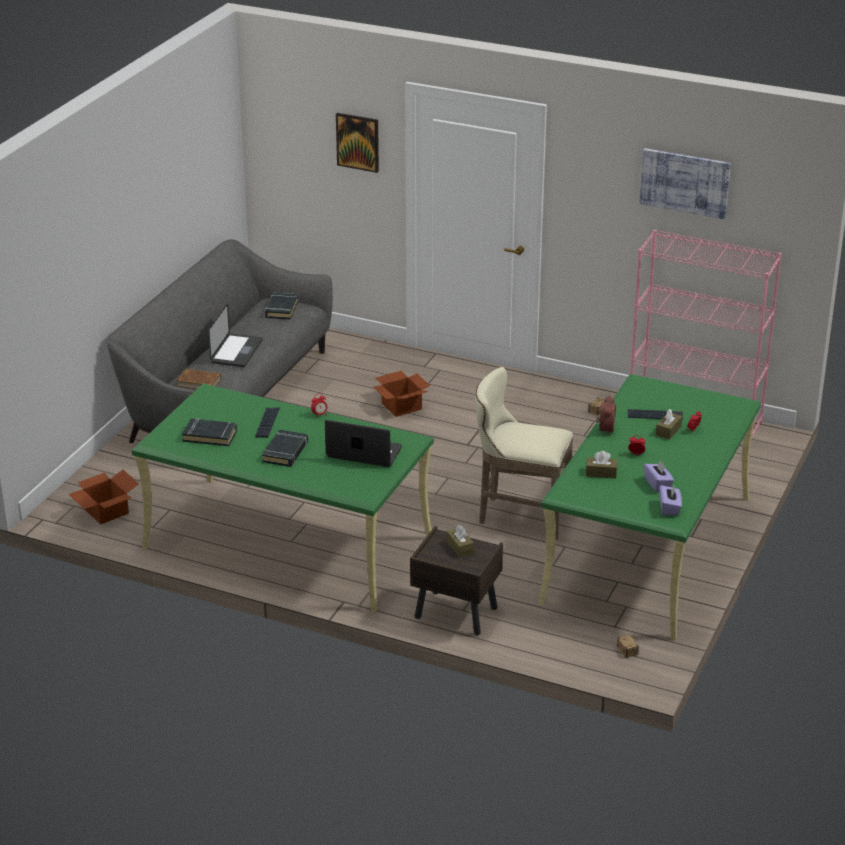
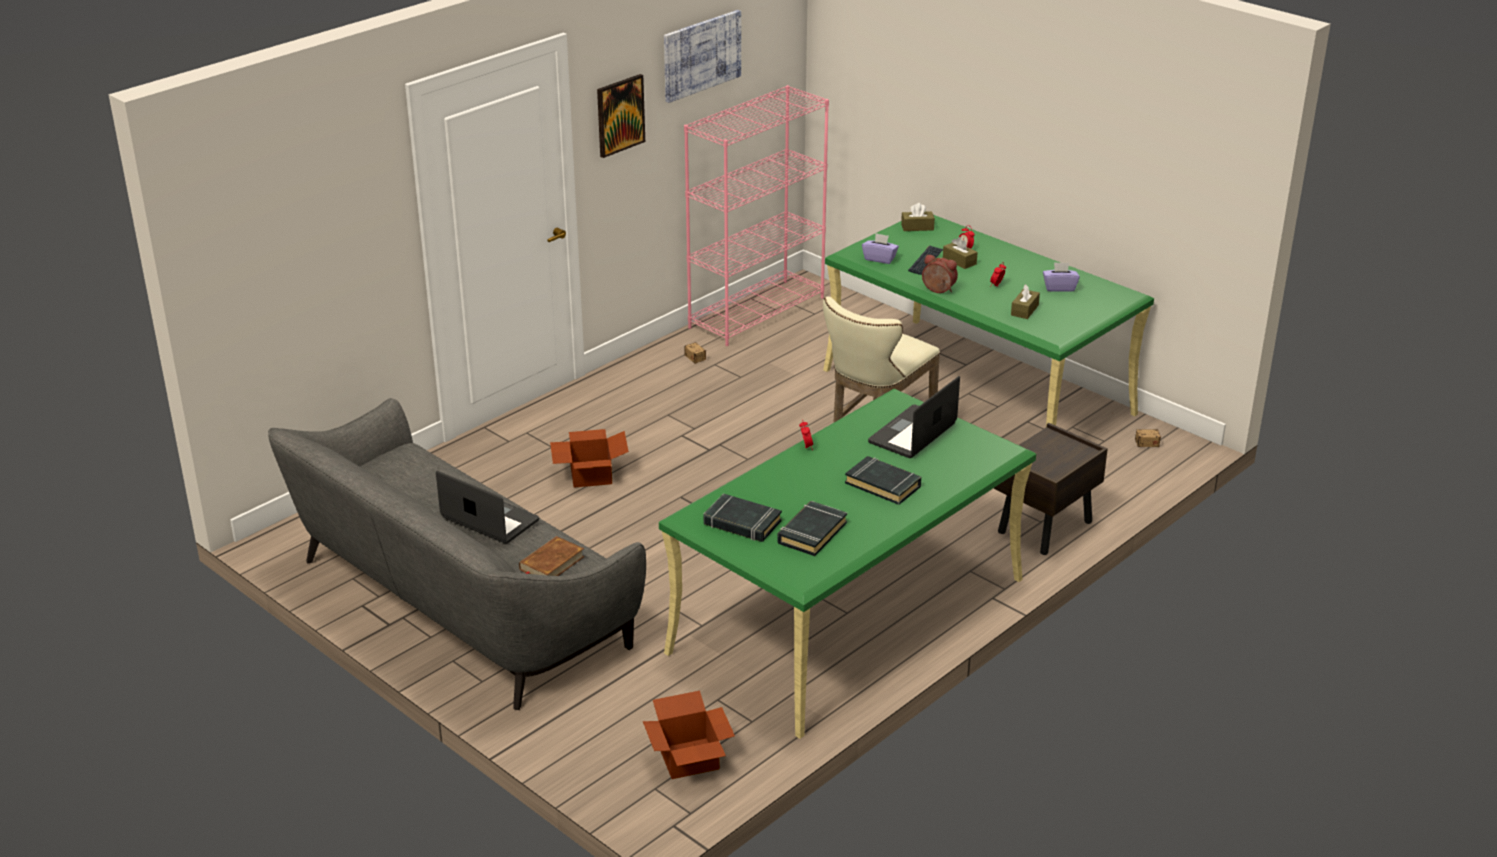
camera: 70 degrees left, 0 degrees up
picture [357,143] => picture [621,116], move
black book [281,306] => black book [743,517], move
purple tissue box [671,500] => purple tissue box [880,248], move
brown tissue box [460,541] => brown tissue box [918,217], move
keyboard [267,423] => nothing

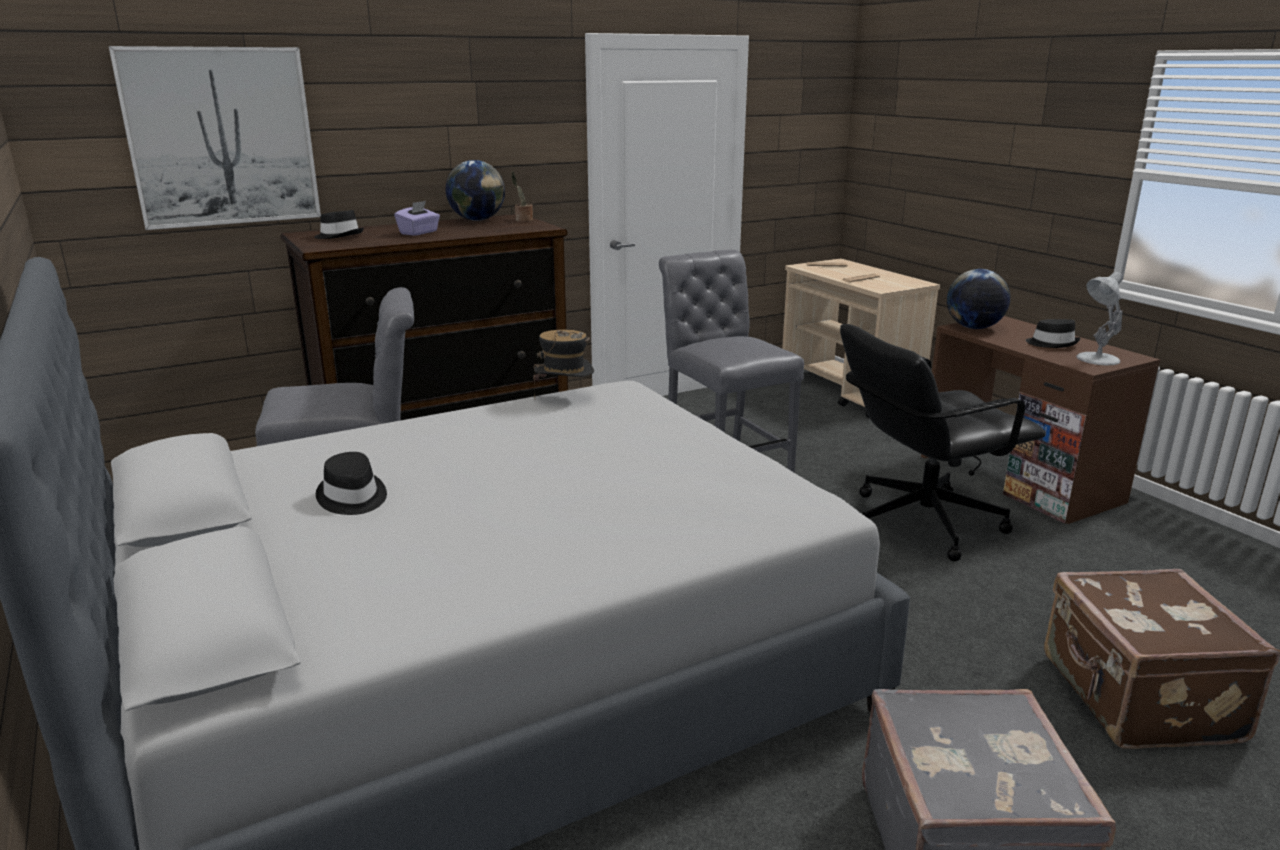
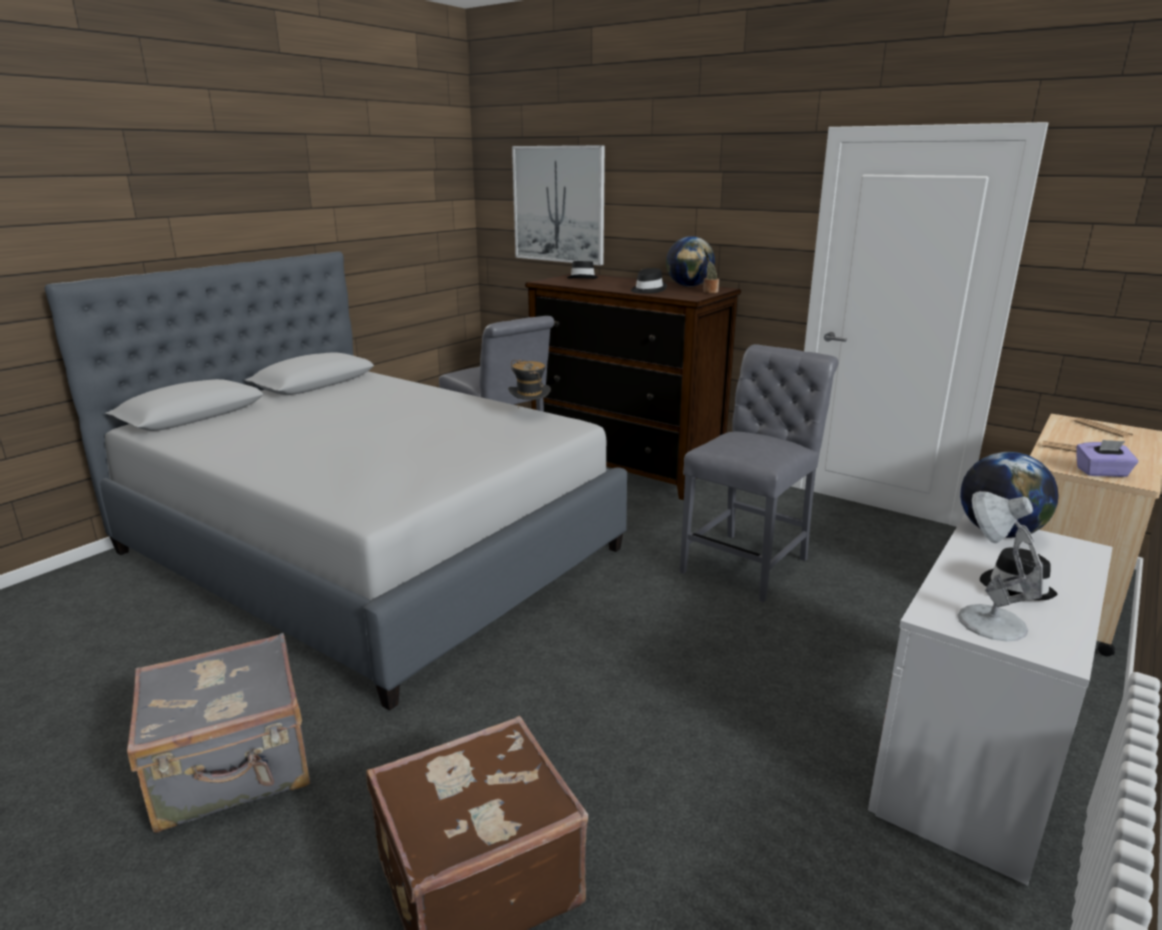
camera: 65 degrees right, 0 degrees up
black hat [351,483] => black hat [649,281], move
brown desk [1040,420] => white desk [990,699]
purple tissue box [417,218] => purple tissue box [1107,458], move
black office chair [943,443] => nothing

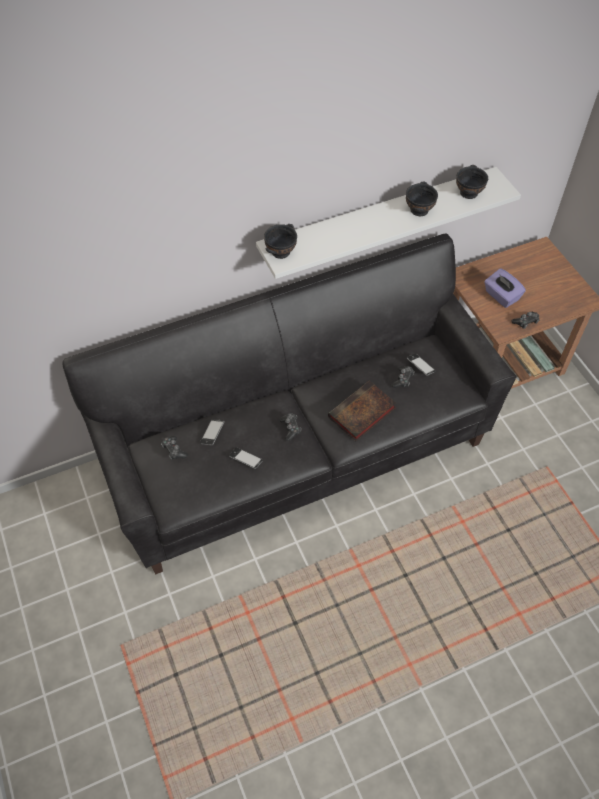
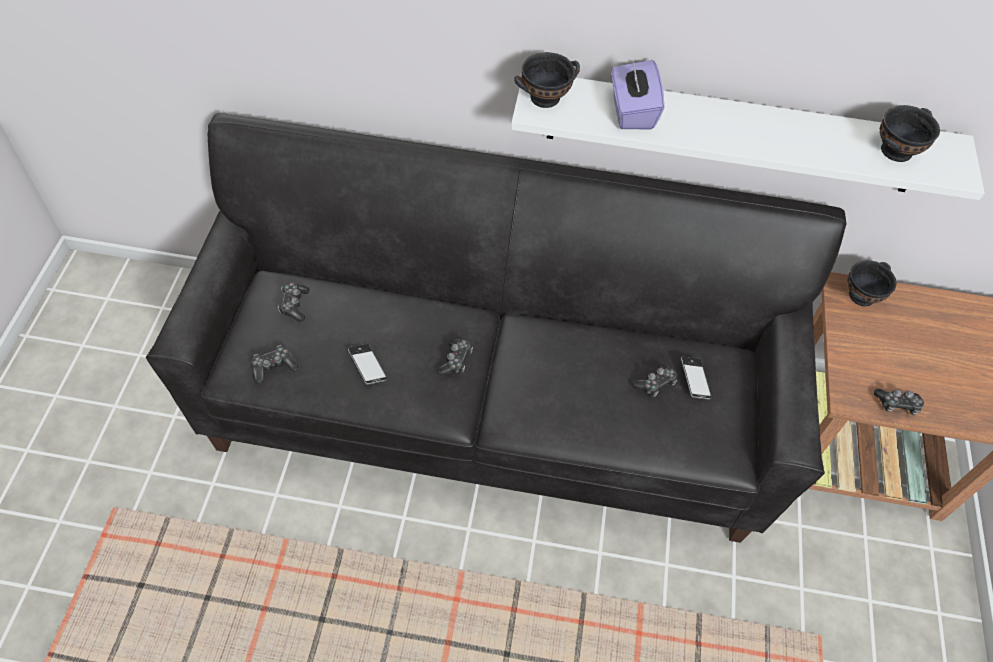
camera: 30 degrees right, 0 degrees up
nothing => game controller [274,364]
purple tissue box [505,288] => purple tissue box [638,94], move
black bowl [422,199] => black bowl [871,283], move
phone [212,432] => nothing
book [362,411] => nothing

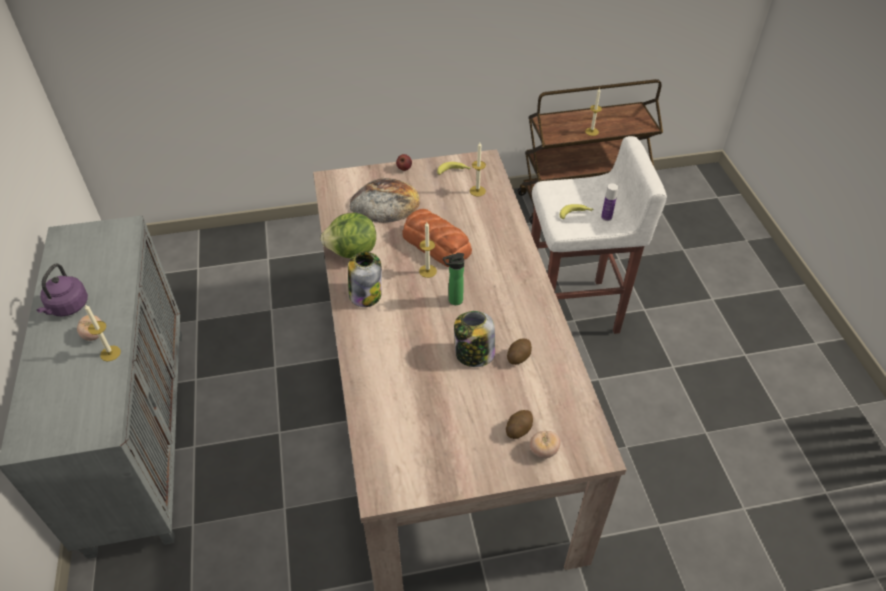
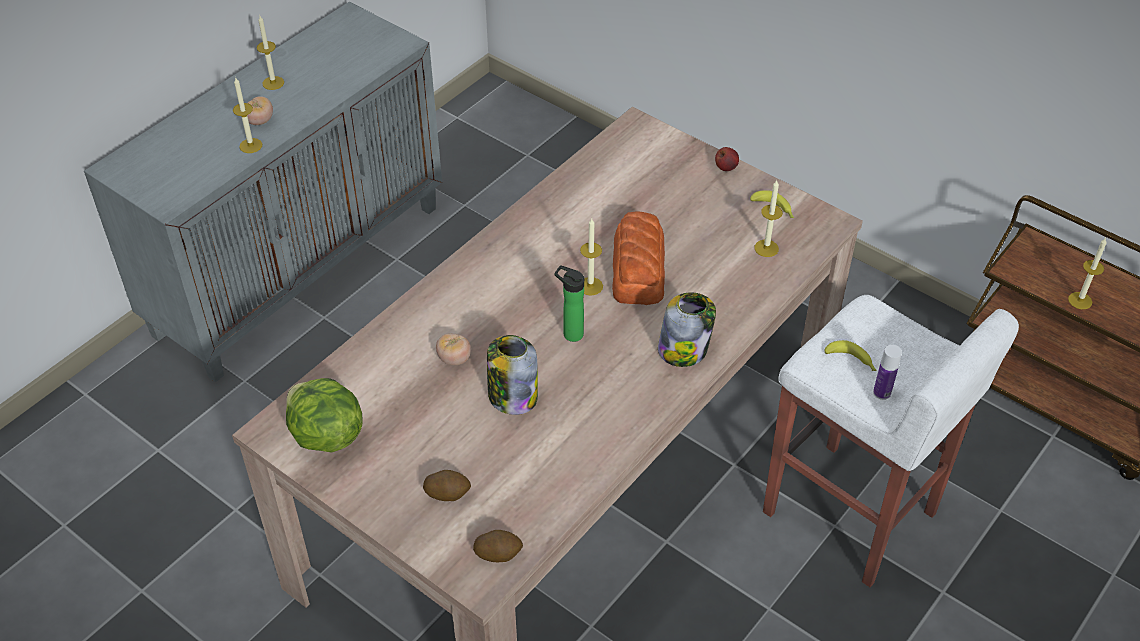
camera: 50 degrees right, 0 degrees up
purple kettle [62,289] => candle [270,53]
lettuce [348,235] => lettuce [324,415], move
tomato [545,444] => tomato [453,349], move
potato [519,351] => potato [498,546], move
jar [365,279] => jar [687,329], move
bread [384,200] => nothing

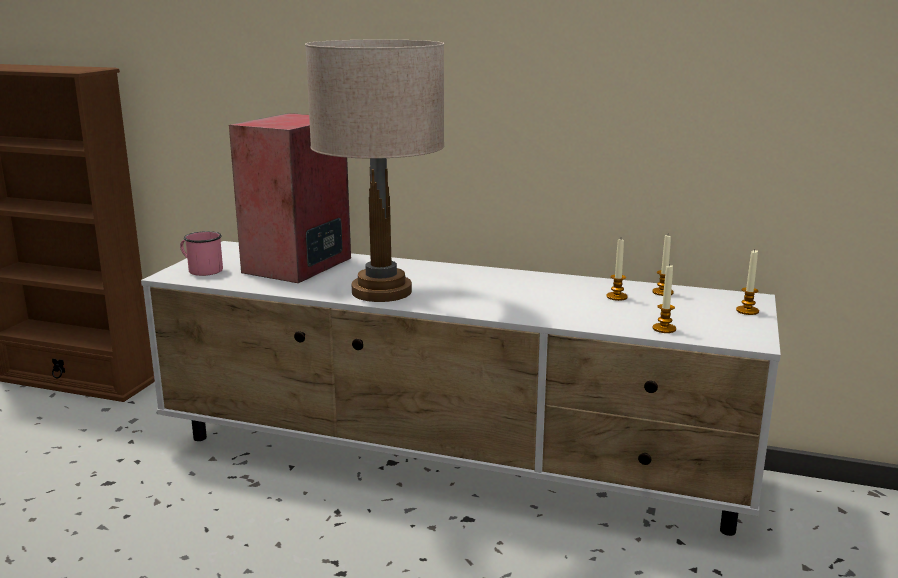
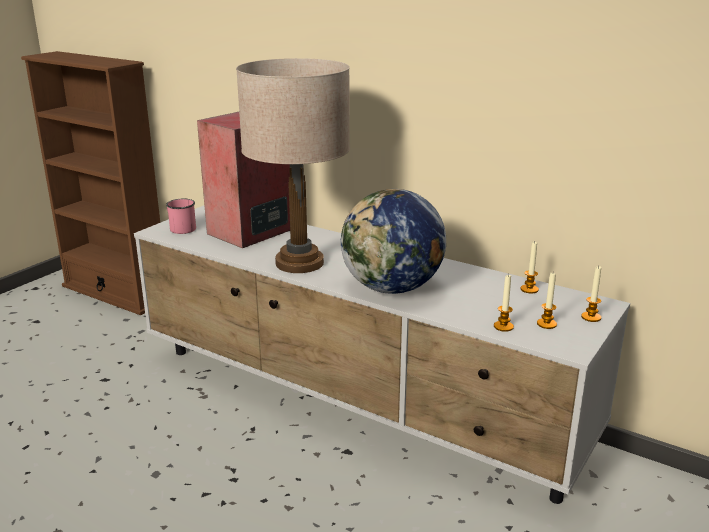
camera: 15 degrees right, 5 degrees up
nothing => globe [393,241]
candle [617,270] => candle [547,301], move

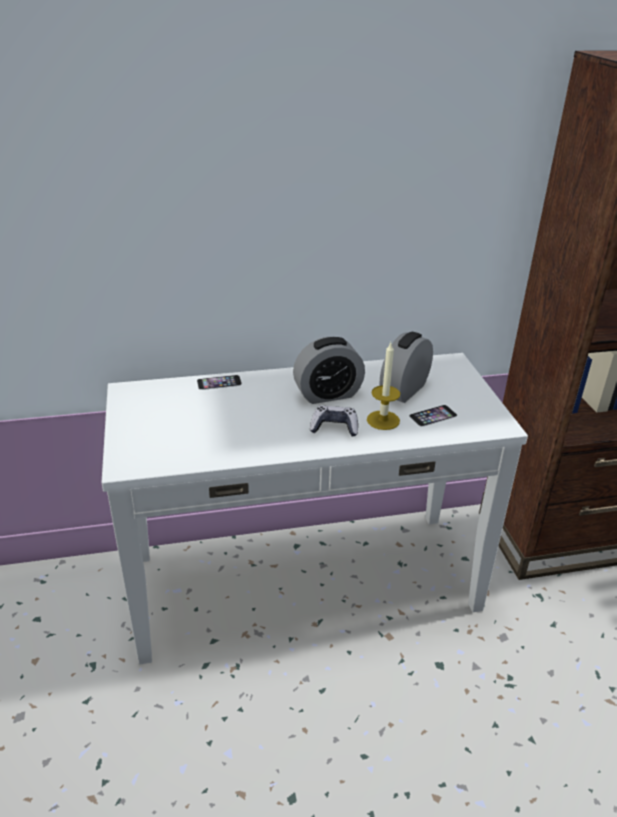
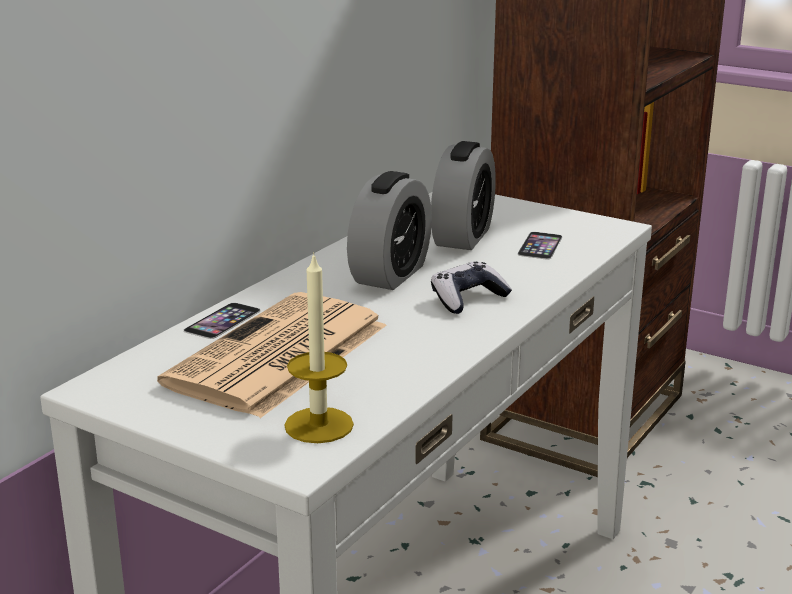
camera: 45 degrees left, 10 degrees down
nothing => newspaper [272,355]
candle [383,386] => candle [319,347], move
alarm clock [406,367] => alarm clock [463,195], 150 degrees counterclockwise

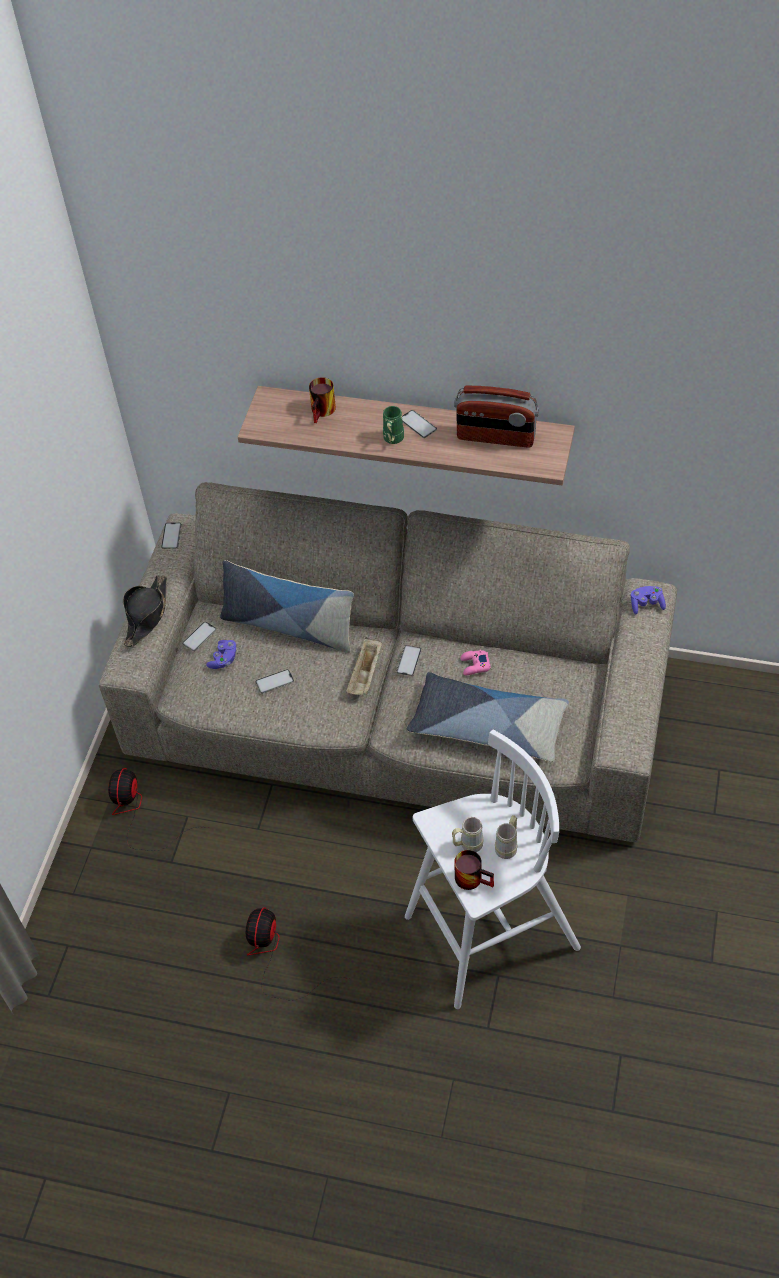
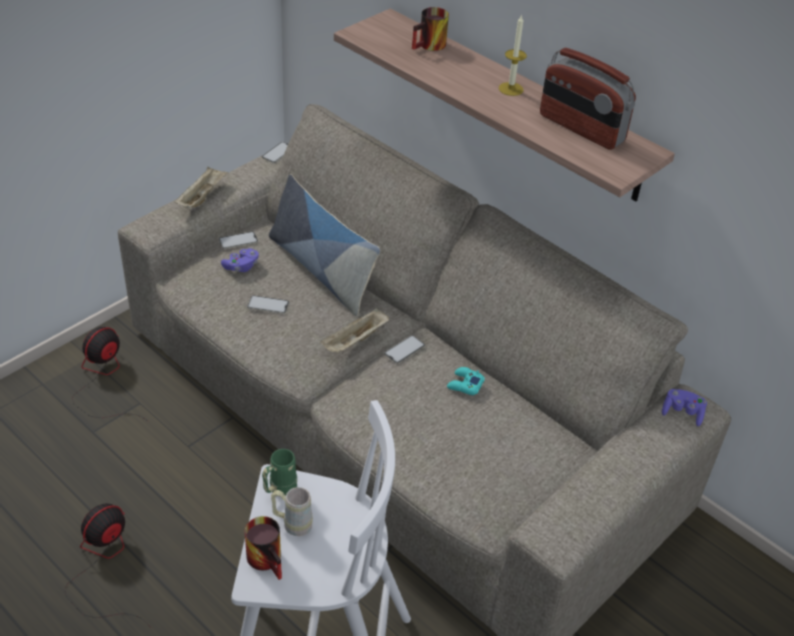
camera: 25 degrees right, 10 degrees down
black hat [145,611] => beige tray [201,187]
green mug [393,425] => green mug [279,472], move
pink game controller [475,662] => turquoise game controller [466,381]
phone [419,424] => candle [513,55]
pillow [488,717] => nothing
beige mug [506,837] => nothing

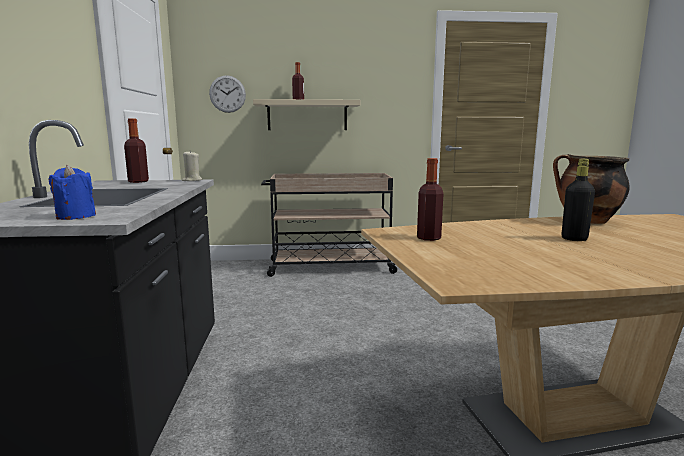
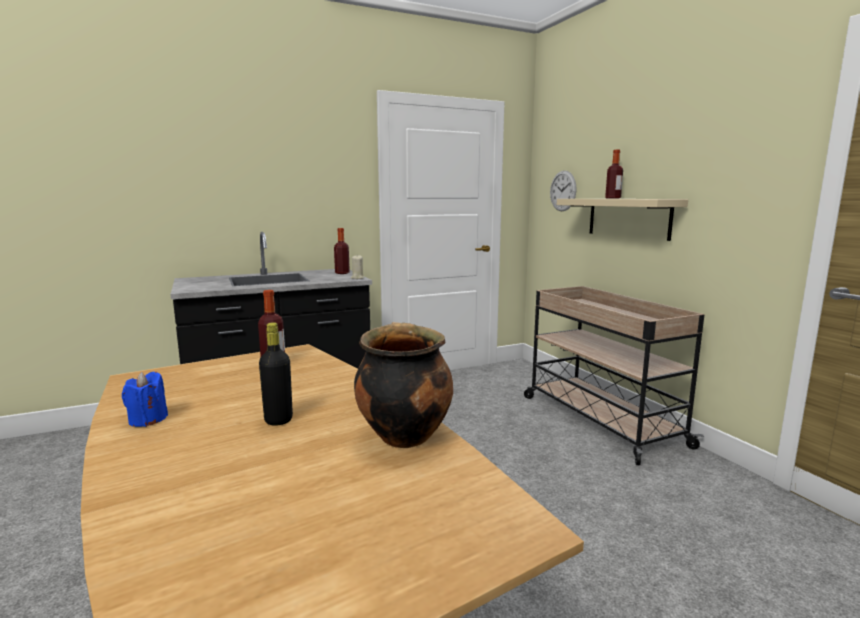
camera: 70 degrees right, 0 degrees up
blue candle [72,192] => blue candle [145,399], move

